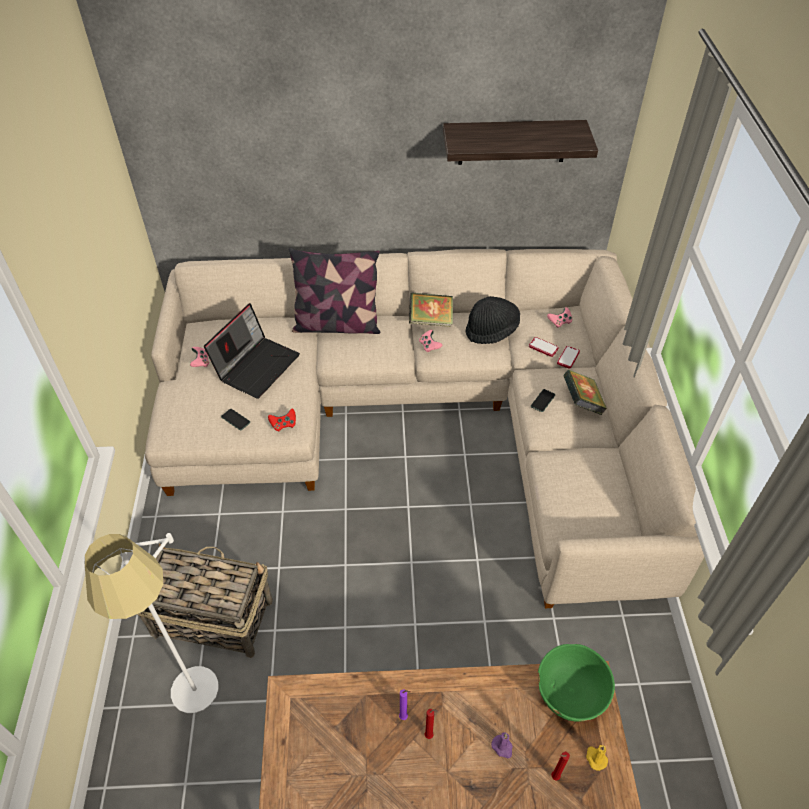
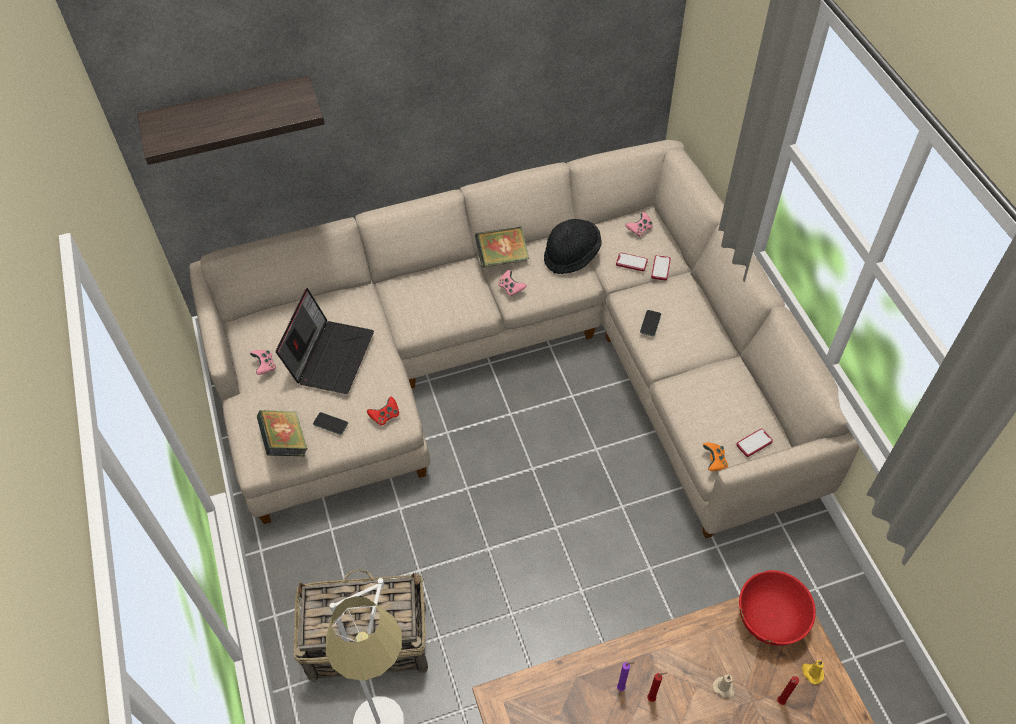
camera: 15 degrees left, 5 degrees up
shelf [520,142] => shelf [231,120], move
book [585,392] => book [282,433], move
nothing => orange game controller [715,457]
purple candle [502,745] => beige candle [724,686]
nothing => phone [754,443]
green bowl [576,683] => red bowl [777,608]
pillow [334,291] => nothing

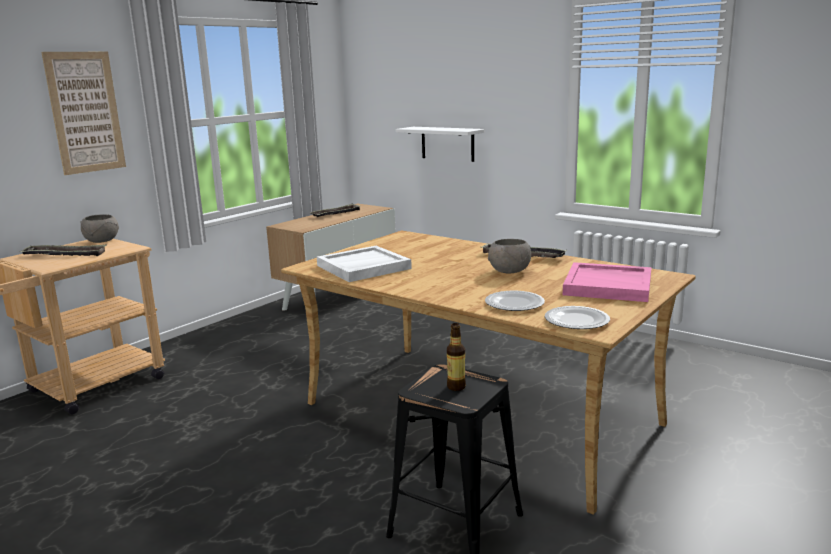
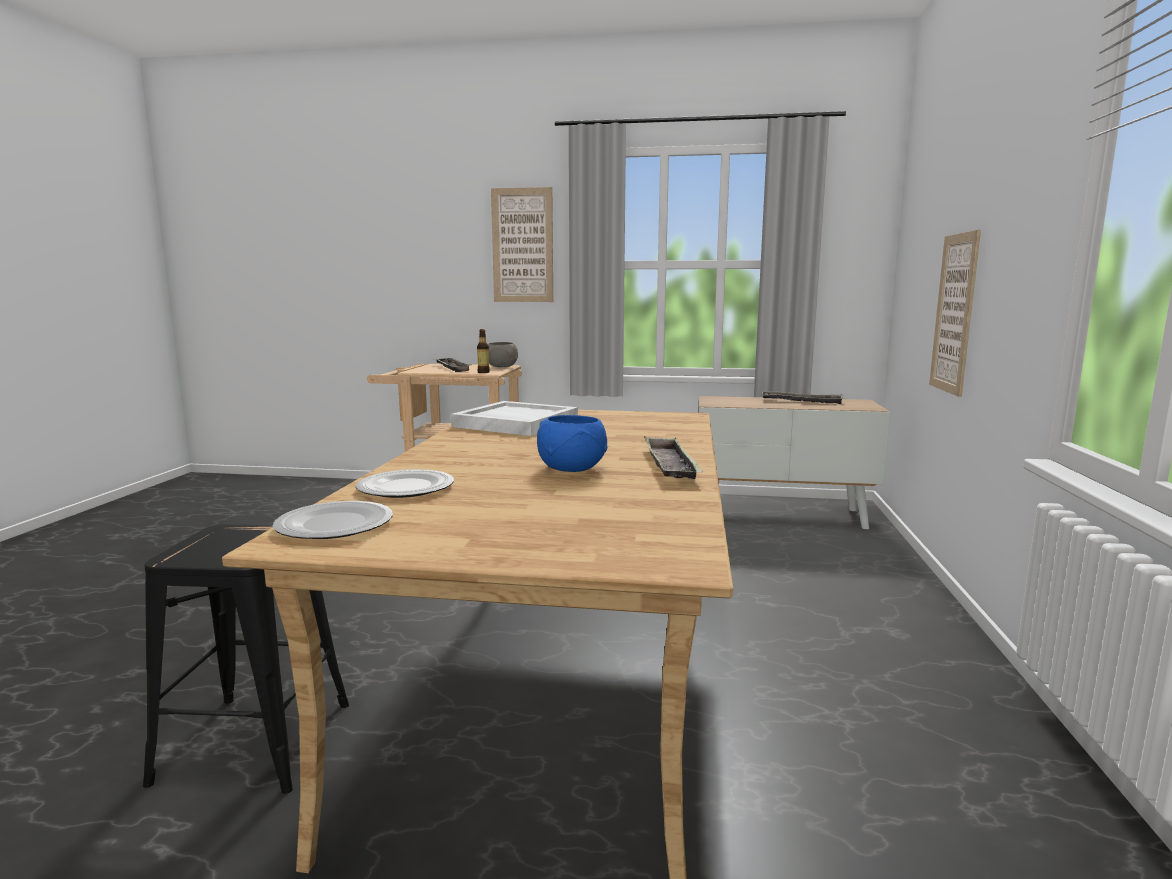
camera: 60 degrees right, 5 degrees down
bottle [456,357] => bottle [483,351], move
grey bowl [509,256] => blue bowl [572,443]
white shelf [440,144] => picture [955,313]
pink tray [607,282] => nothing

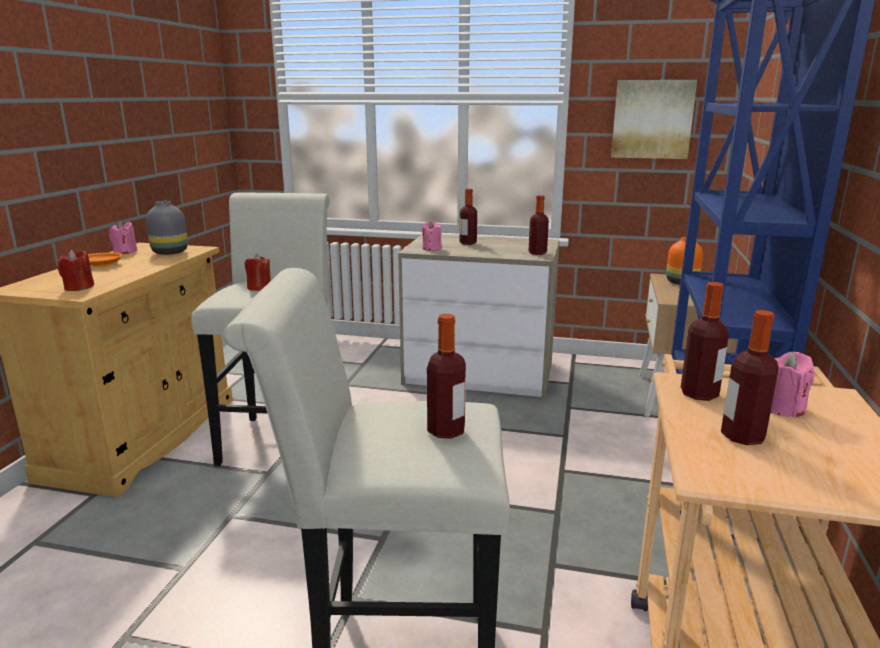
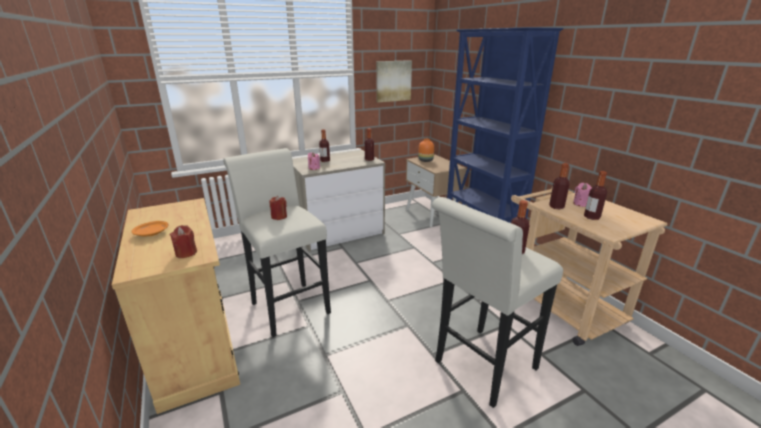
camera: 40 degrees left, 5 degrees up
pink candle [123,237] => nothing
grey vase [167,228] => nothing

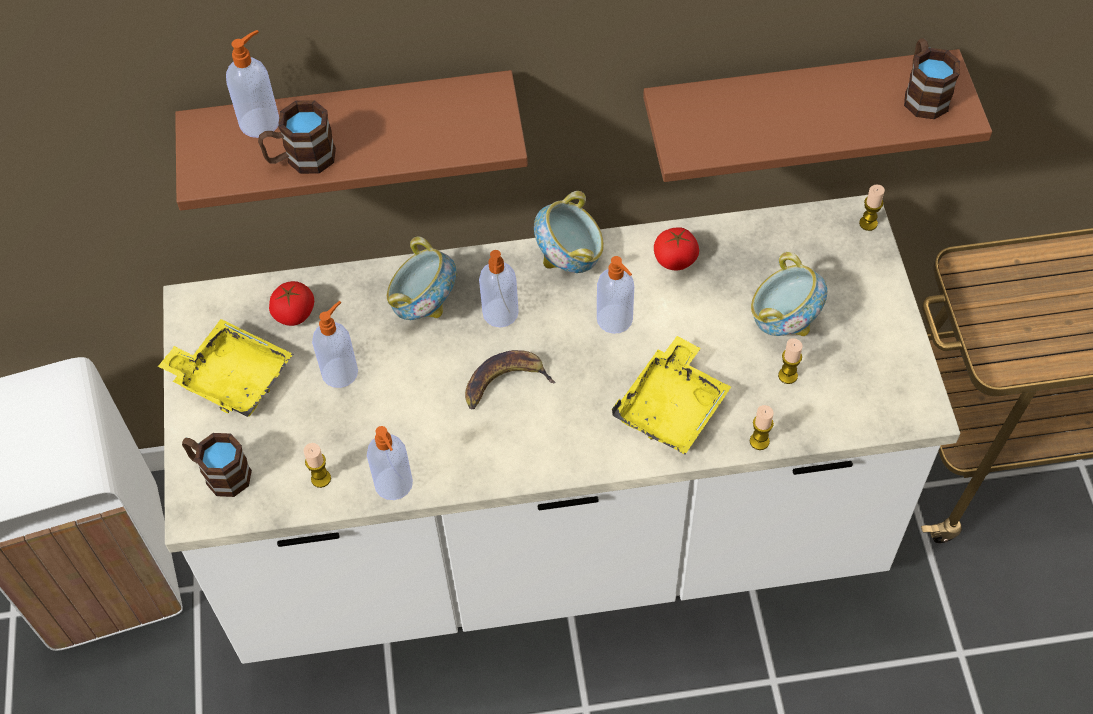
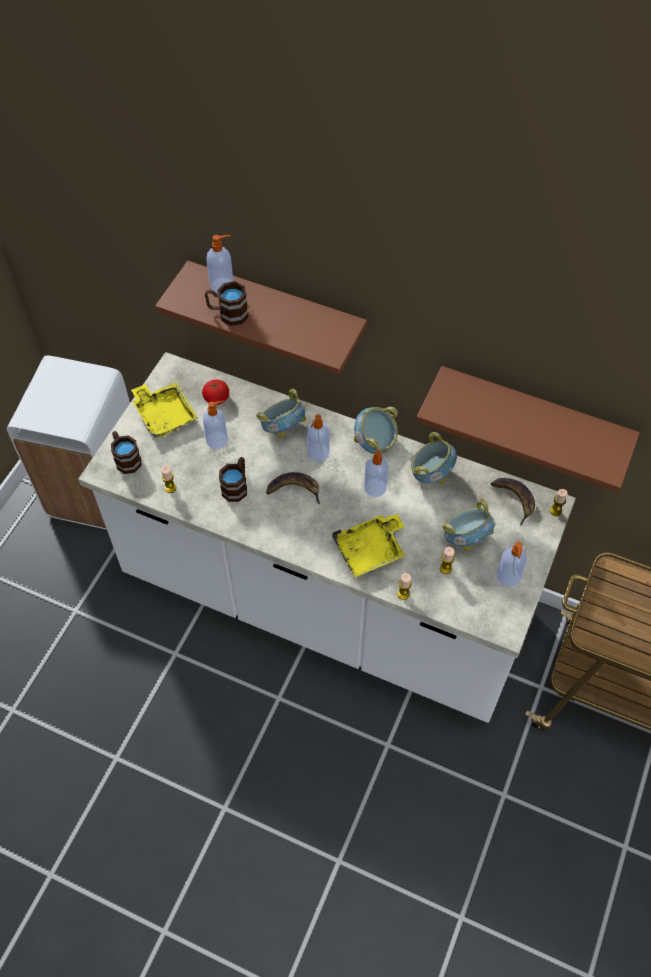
camera: 30 degrees right, 0 degrees up
brown mug [932,78] => brown mug [233,479], move
tomato [676,248] => bowl [434,458]
nothing => banana [513,502]
soap dispenser [390,463] => soap dispenser [512,564], move

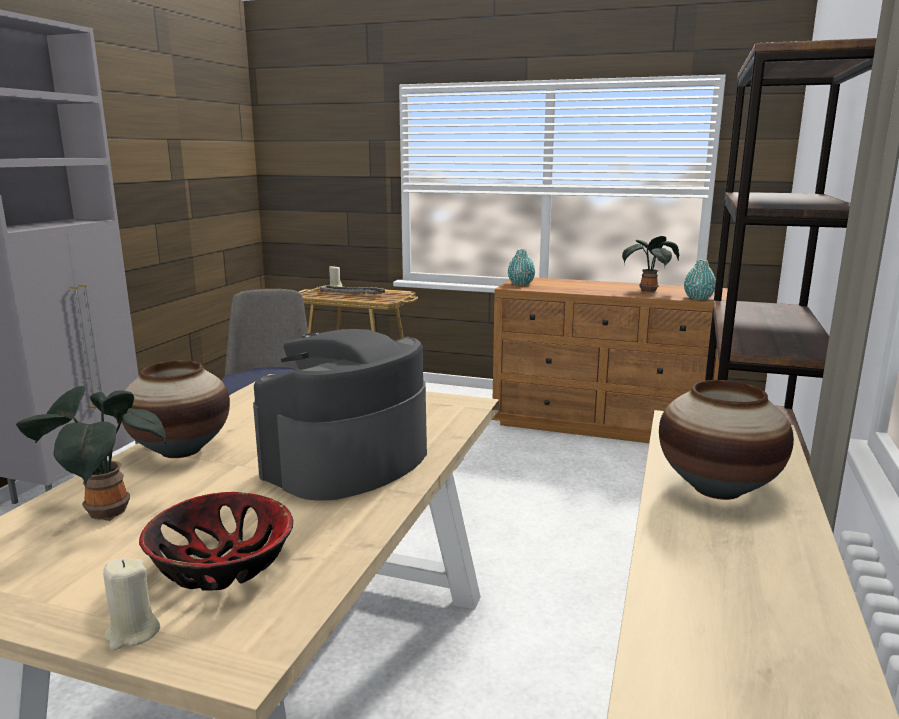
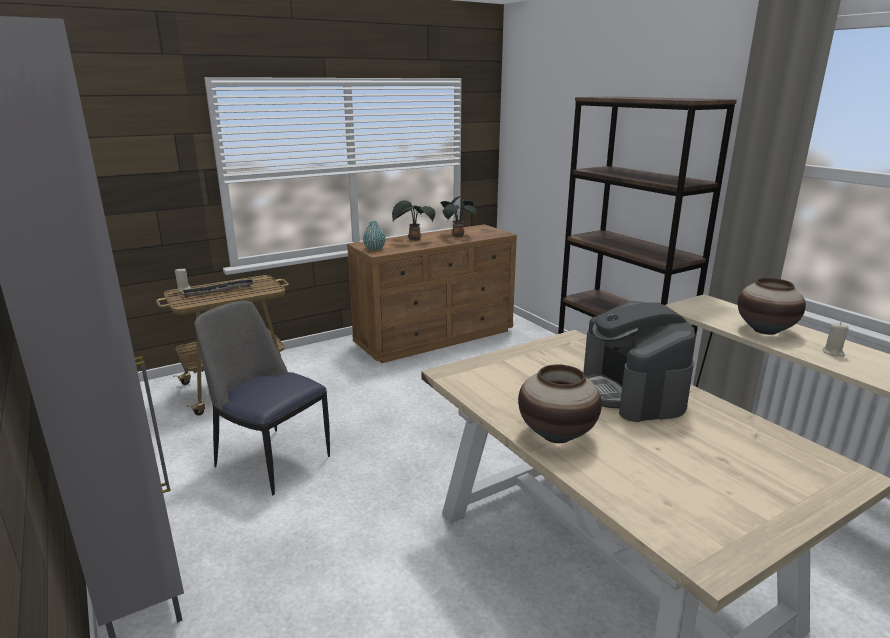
camera: 50 degrees left, 5 degrees up
potted plant [91,453] => potted plant [413,220], move
beige candle [131,604] => beige candle [836,340], move
bowl [216,541] => nothing
turquoise vase [700,280] => nothing

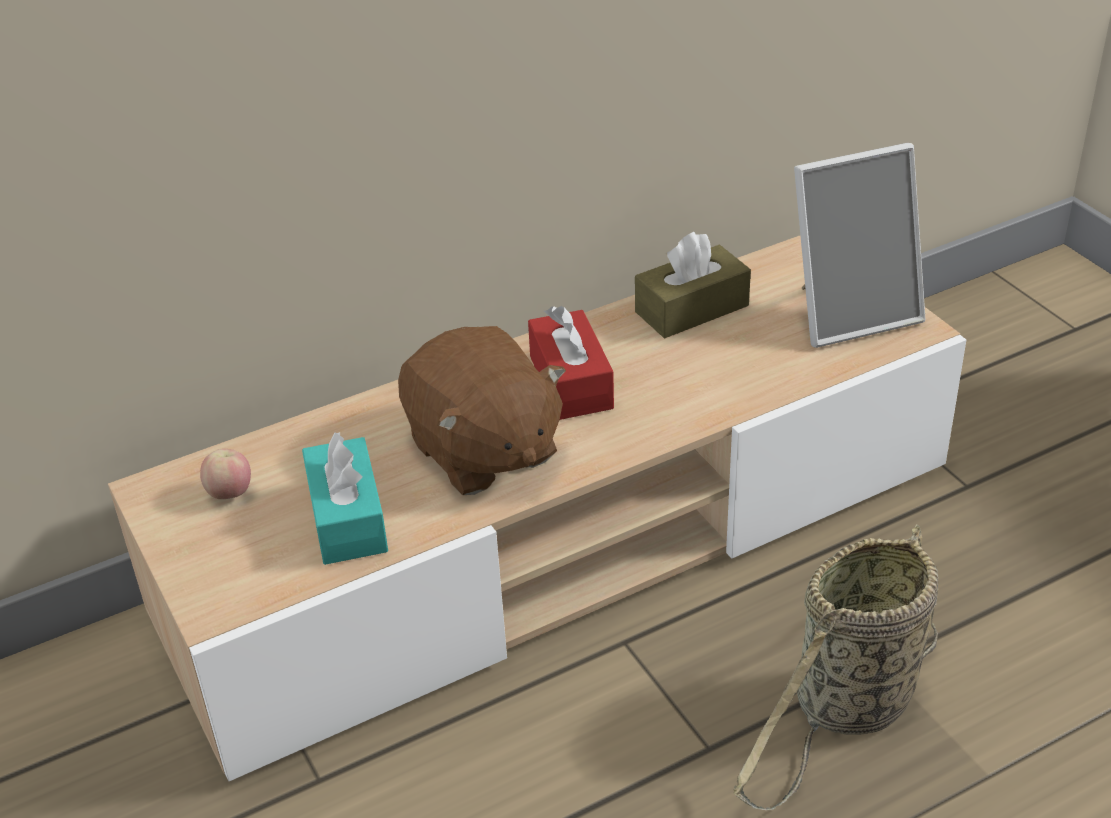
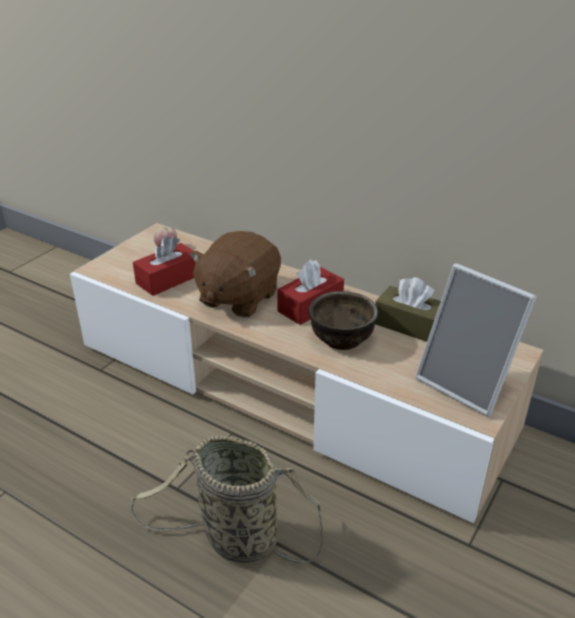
camera: 60 degrees right, 5 degrees down
turquoise tissue box [345,498] => red tissue box [164,266]
nothing => brown bowl [343,320]

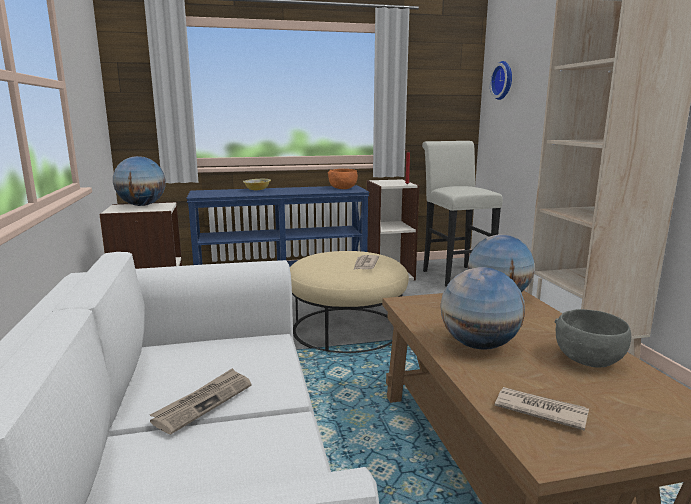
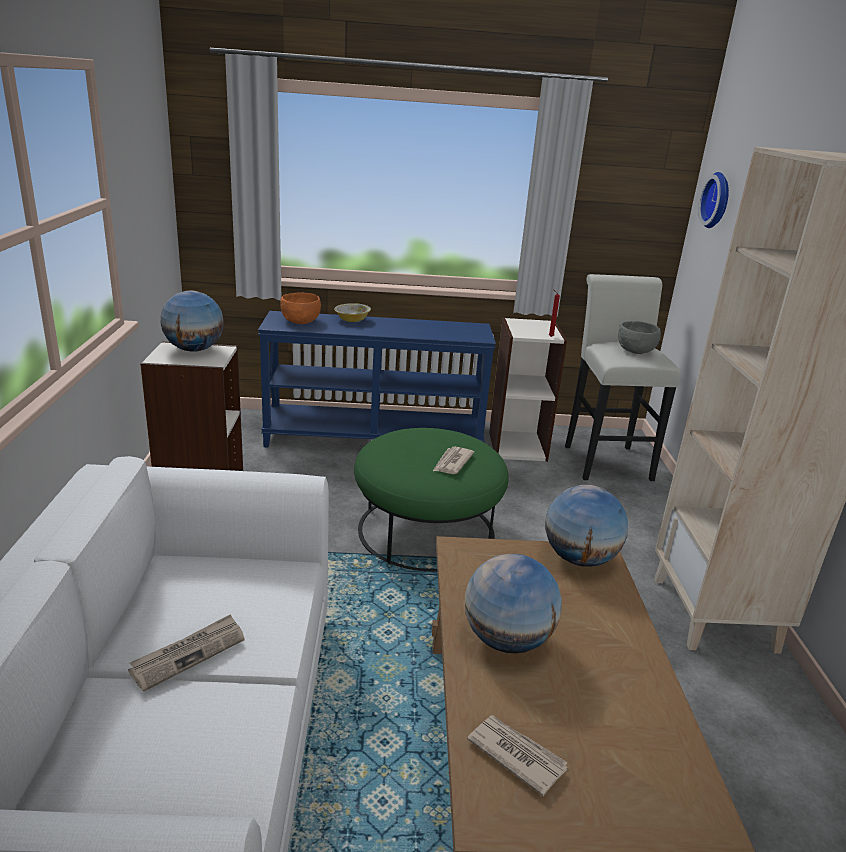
camera: 10 degrees right, 10 degrees up
orange bowl [343,179] => orange bowl [300,308], move
beige ottoman [349,302] => green ottoman [431,500]
grey bowl [593,338] => grey bowl [639,337], move

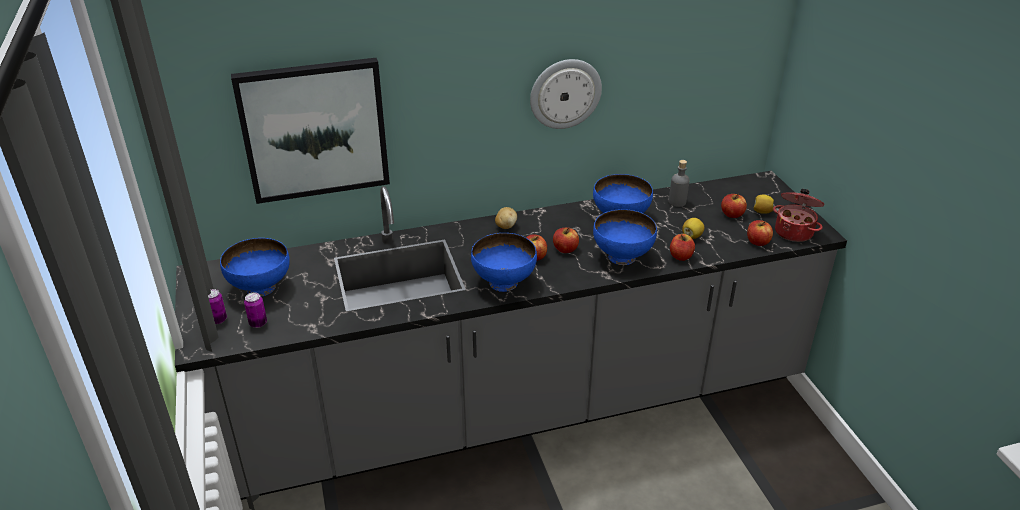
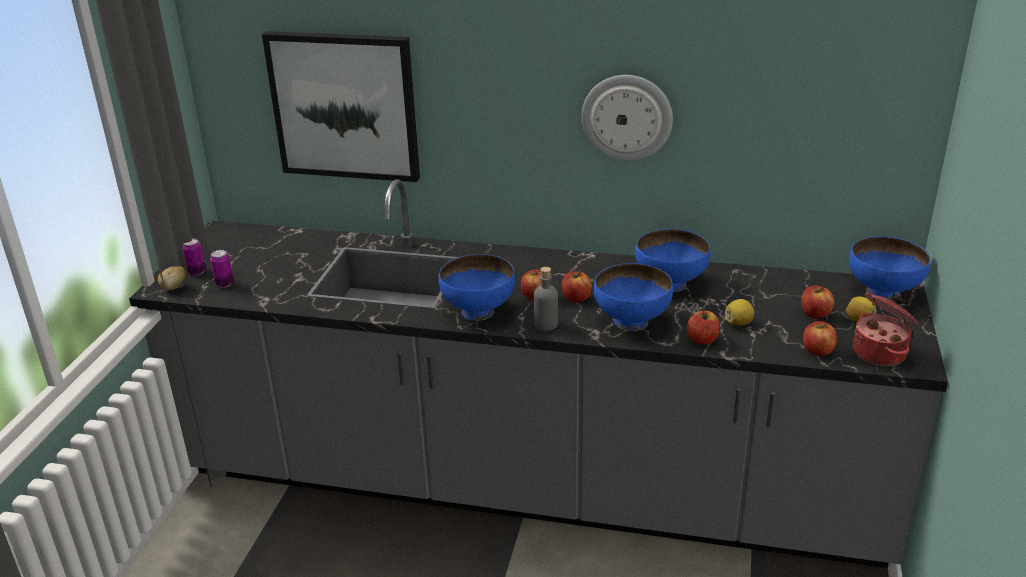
camera: 30 degrees right, 5 degrees down
potato [506,218] => potato [172,278], move
grey bottle [679,183] => grey bottle [546,299], move
blue bowl [255,267] => blue bowl [889,268], move

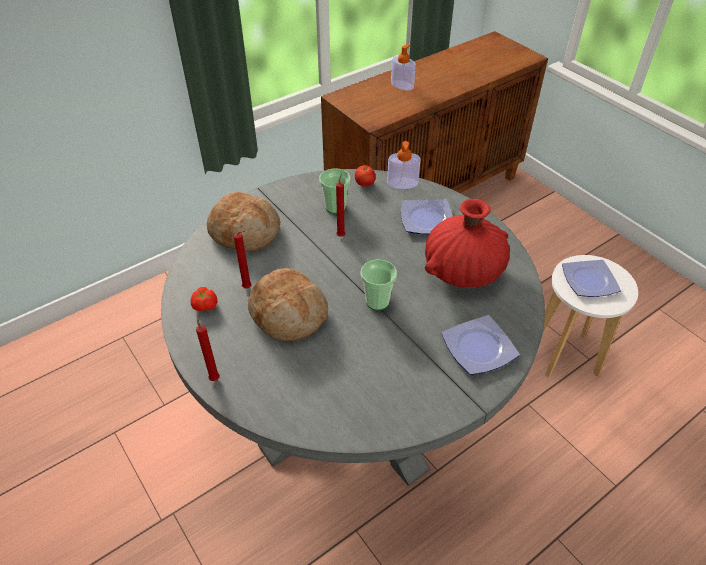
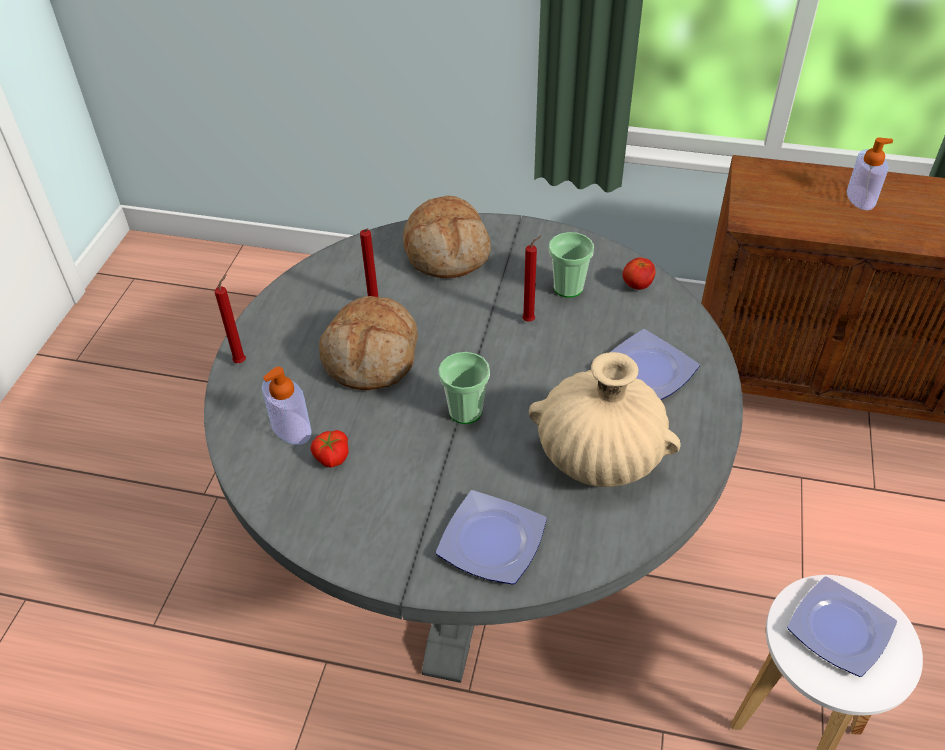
camera: 50 degrees right, 0 degrees up
soap dispenser [404,165] => soap dispenser [287,406], move
tomato [204,299] => tomato [330,449], move
red vase [467,243] => beige vase [605,419]

